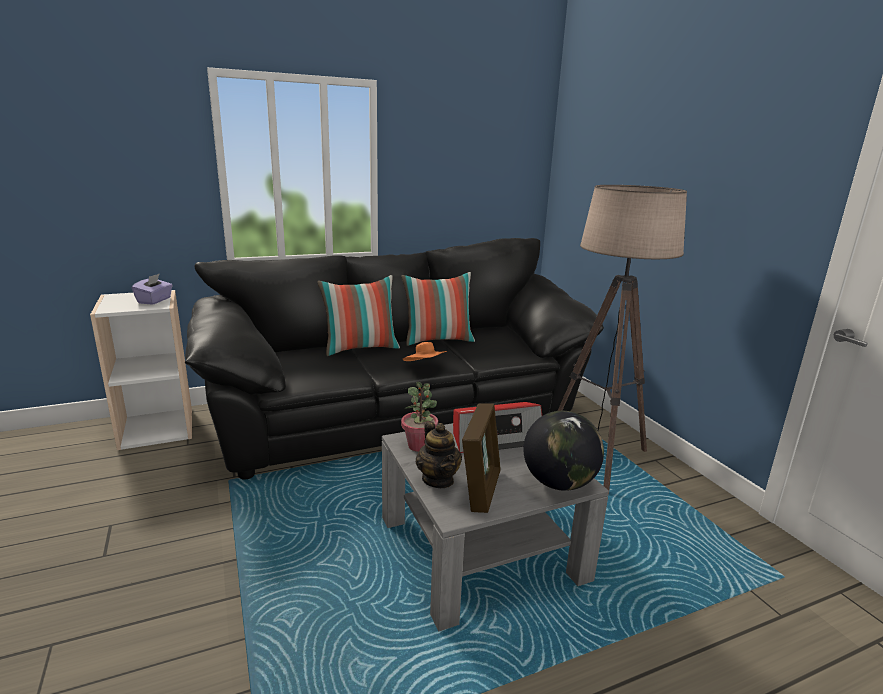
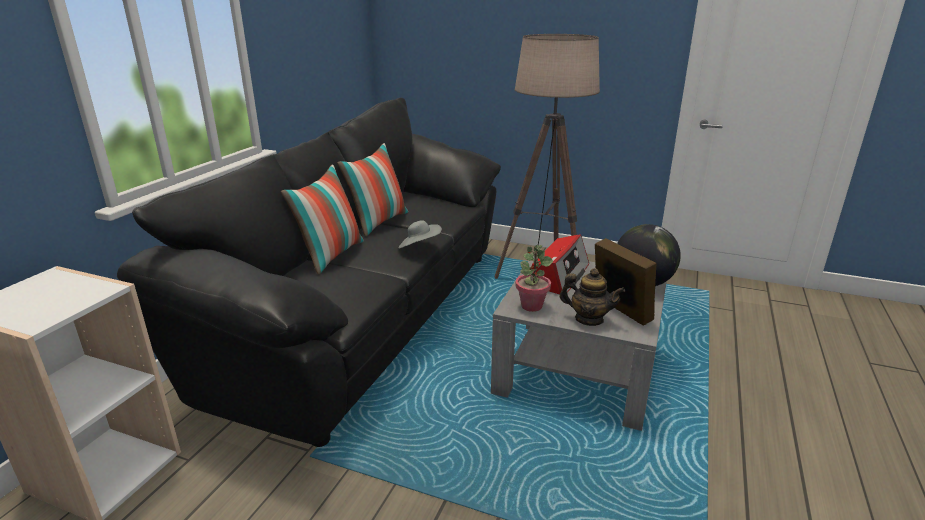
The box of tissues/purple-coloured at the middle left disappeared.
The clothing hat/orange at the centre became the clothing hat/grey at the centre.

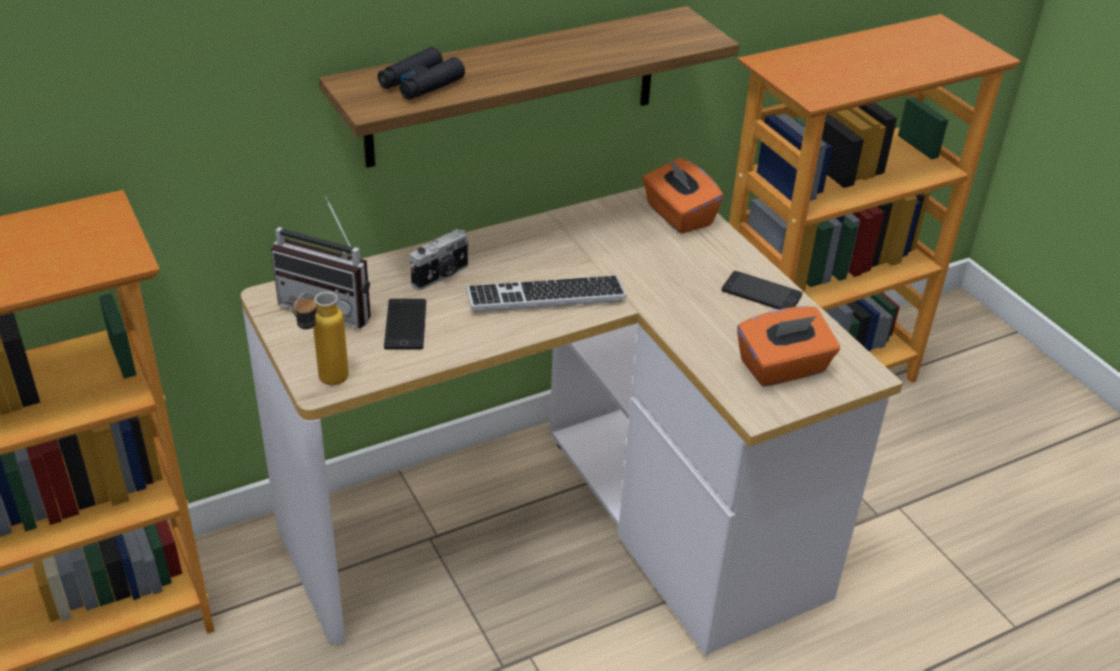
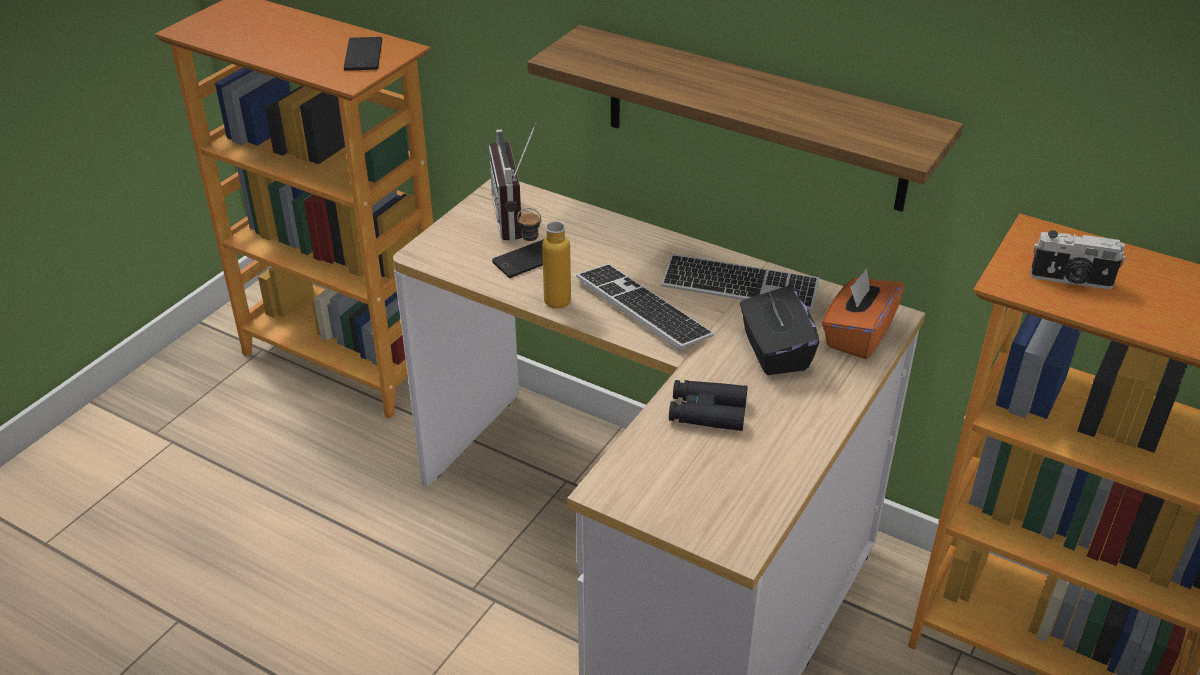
The field glasses/blackish moved from the top centre to the centre.
The photo camera moved from the centre to the middle right.
The handset (2nd from left in the first image) moved from the middle right to the top left.
The beverage bottle moved from the middle left to the centre.
The box of tissues/orange (2nd from left) at the middle right disappeared.
The PC keyboard (2nd from left) at the centre appeared.
The box of tissues/blackish at the centre appeared.

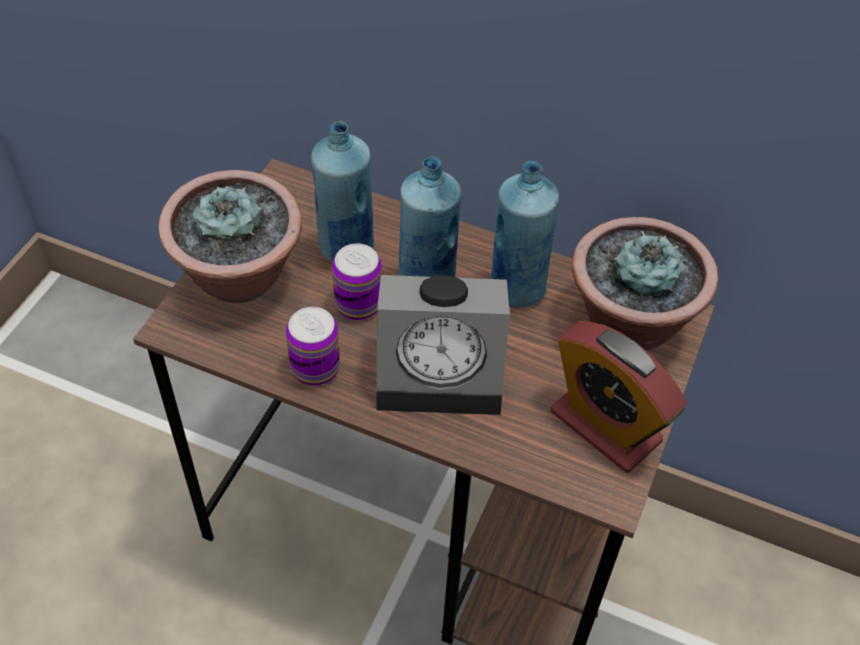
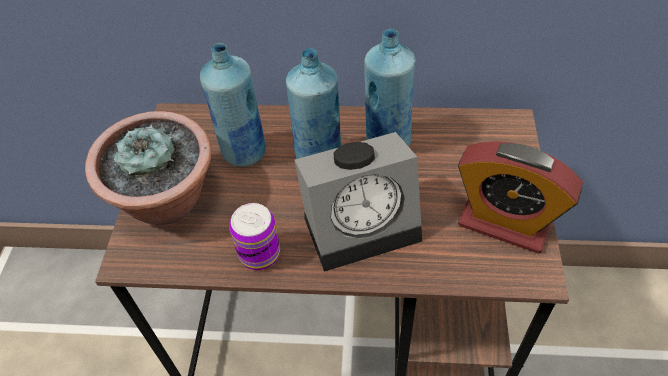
The houseplant (2nd from left) at the middle right disappeared.
The metal can (2nd from left) at the centre disappeared.

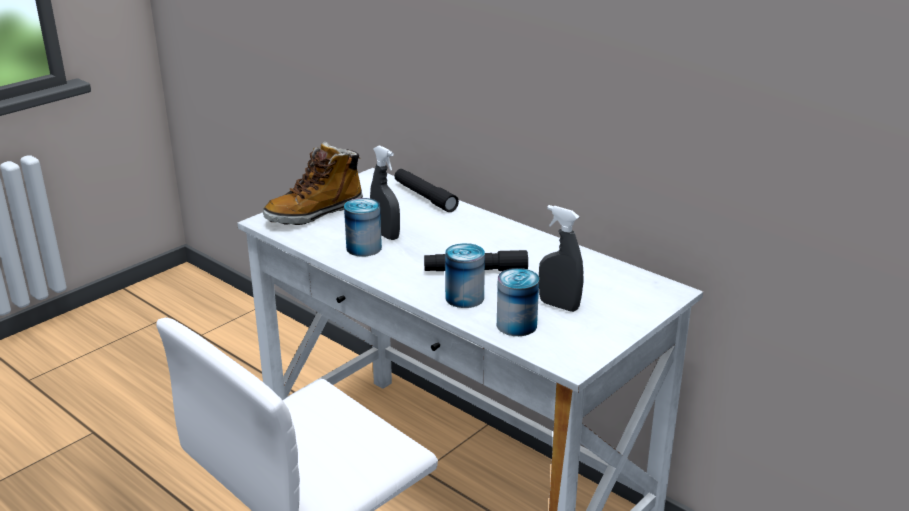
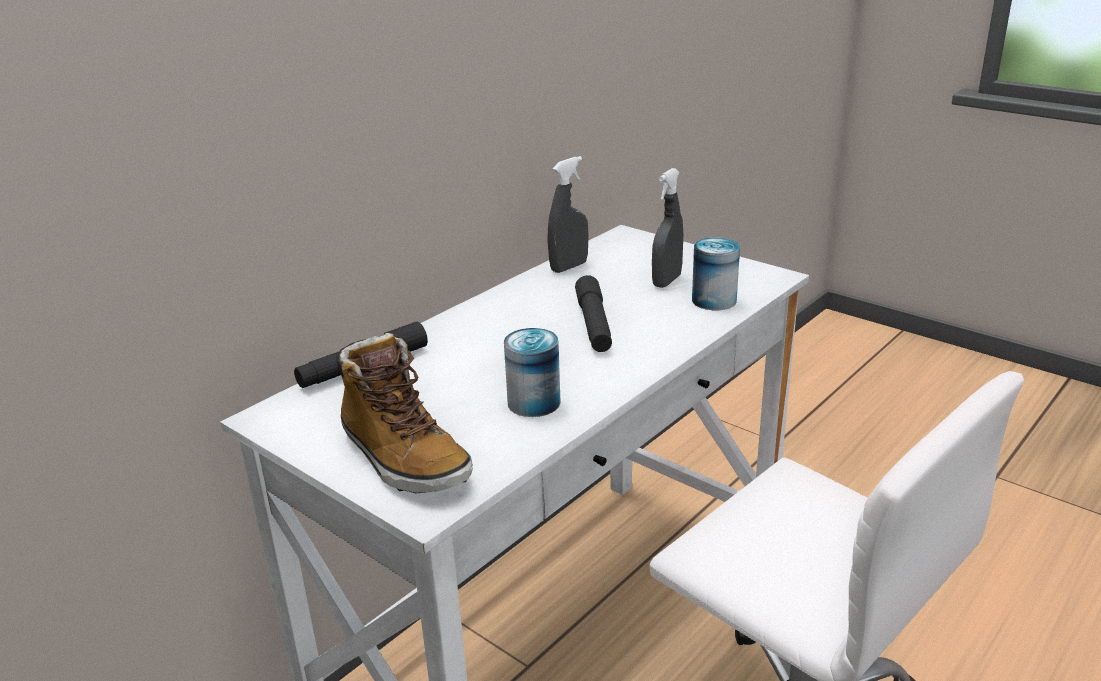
The spray bottle/grey (1st from left) moved from the centre to the top centre.
The metal can (2nd from left) at the centre disappeared.

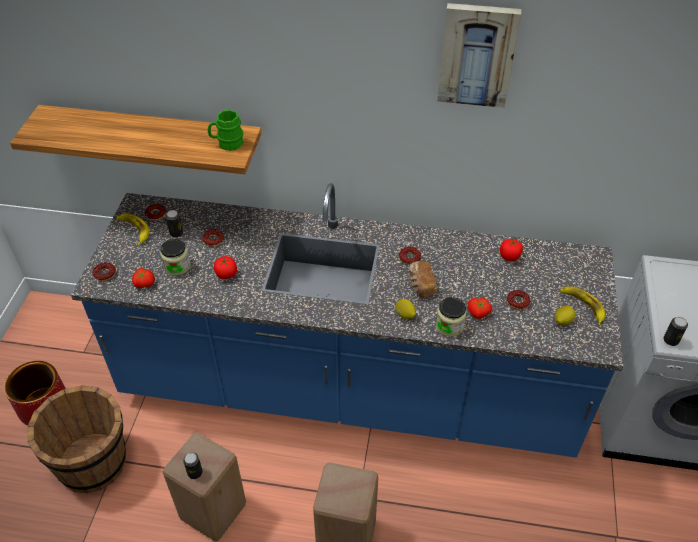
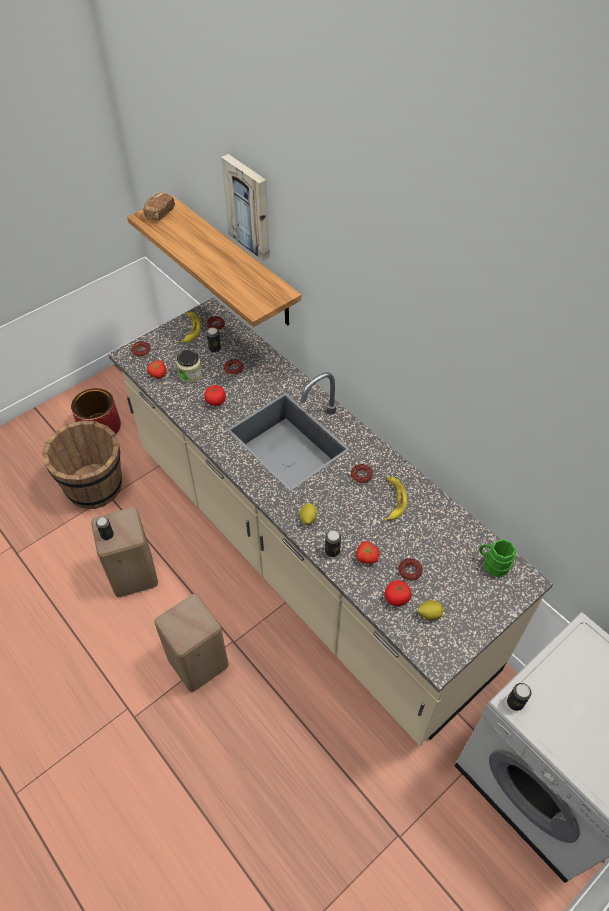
The picture moved from the top right to the top centre.
The coffee mug/green-coloured moved from the top left to the middle right.
The kitchen counter/blue-coloured at the centre became the kitchen counter/sand-coloured at the centre.
The tomato (4th from left) moved from the middle right to the centre.
The baked bread moved from the centre to the top left.
The banana fruit (2nd from left) moved from the middle right to the centre.
The preserve jar (2nd from left) at the centre was replaced by the metal can (3rd from left) at the centre.

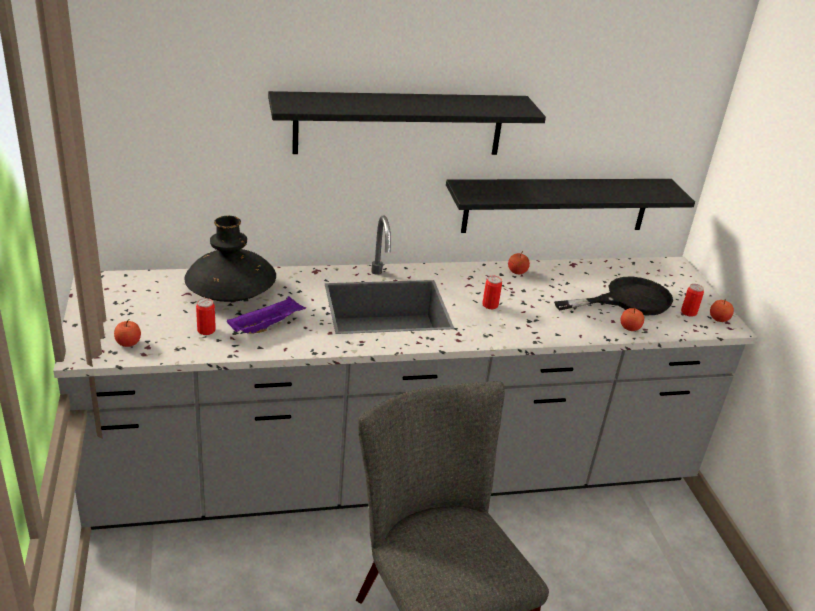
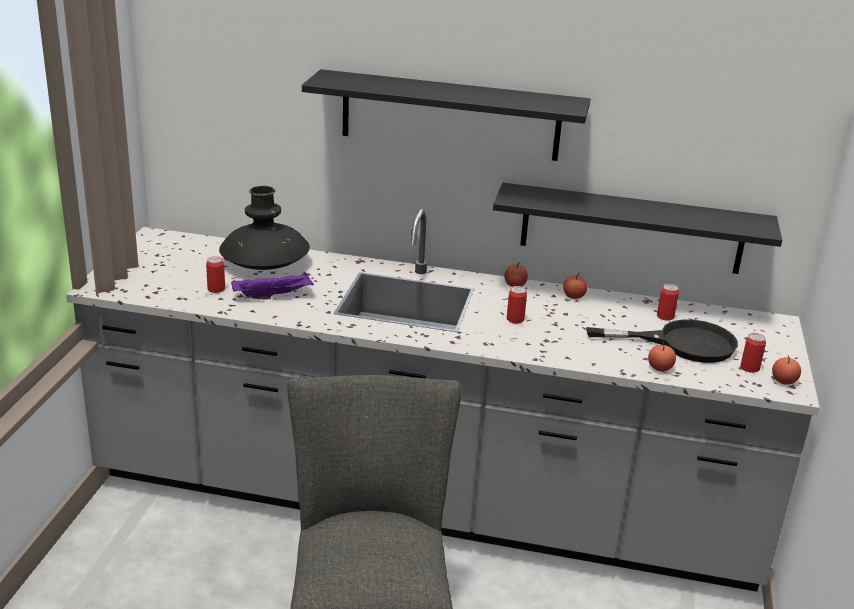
The apple fruit (1st from left) moved from the middle left to the centre.
The metal can (3rd from left) at the middle right appeared.

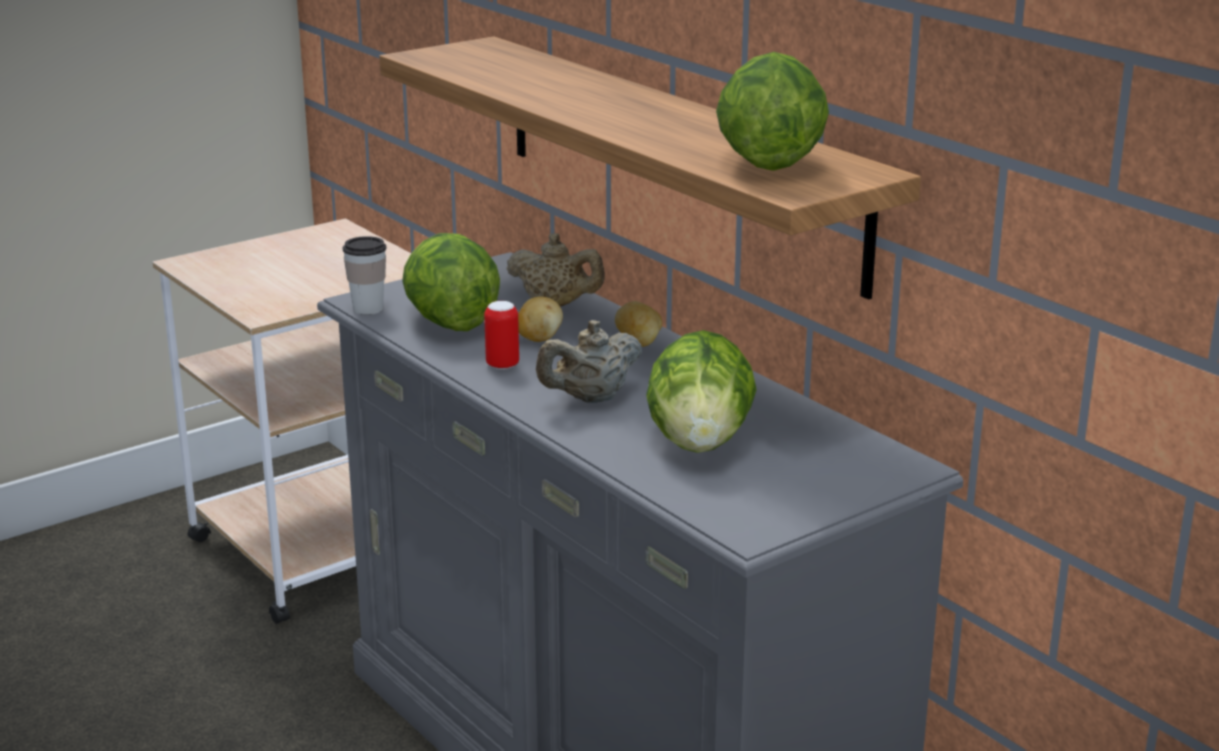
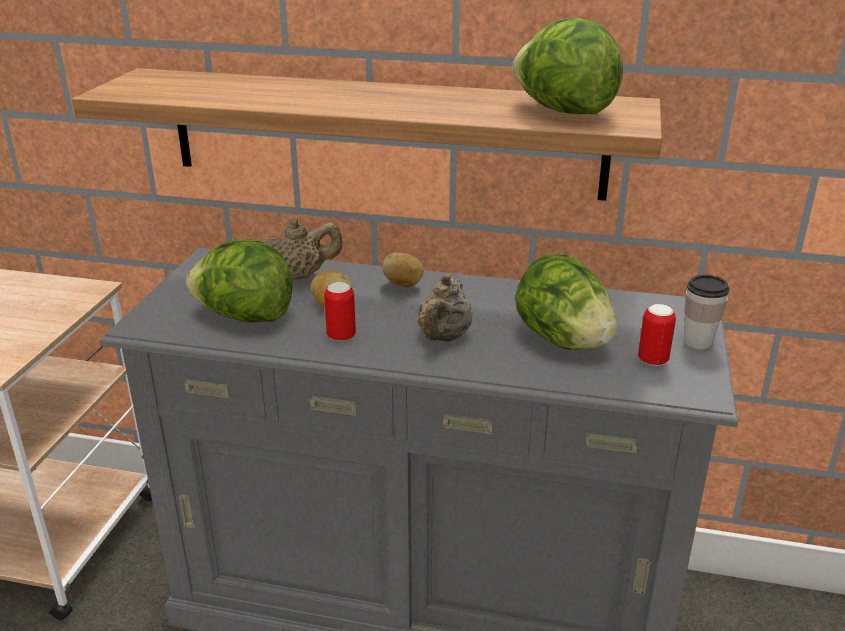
The drinking cup moved from the middle left to the middle right.
The metal can (2nd from left) at the middle right appeared.

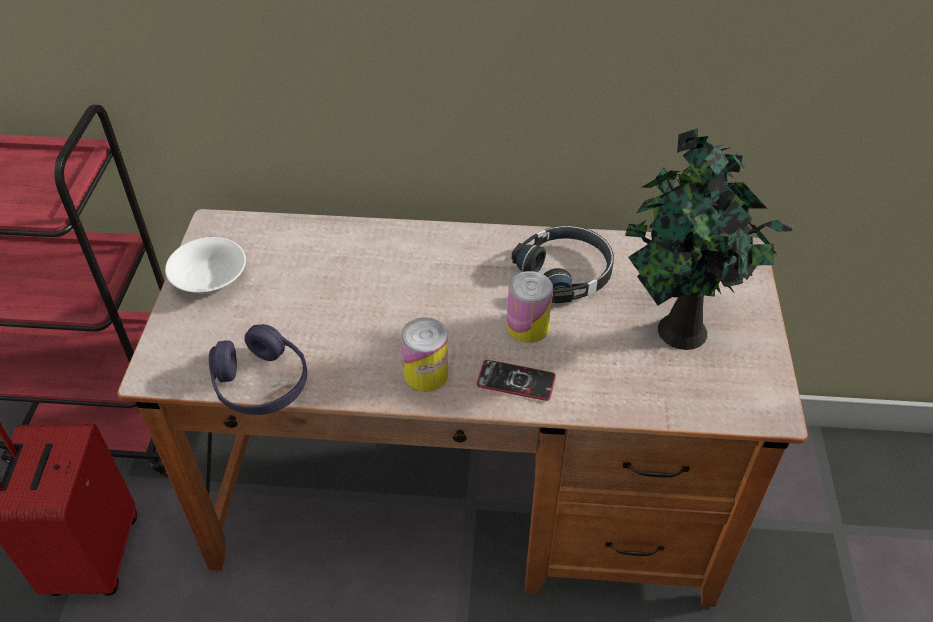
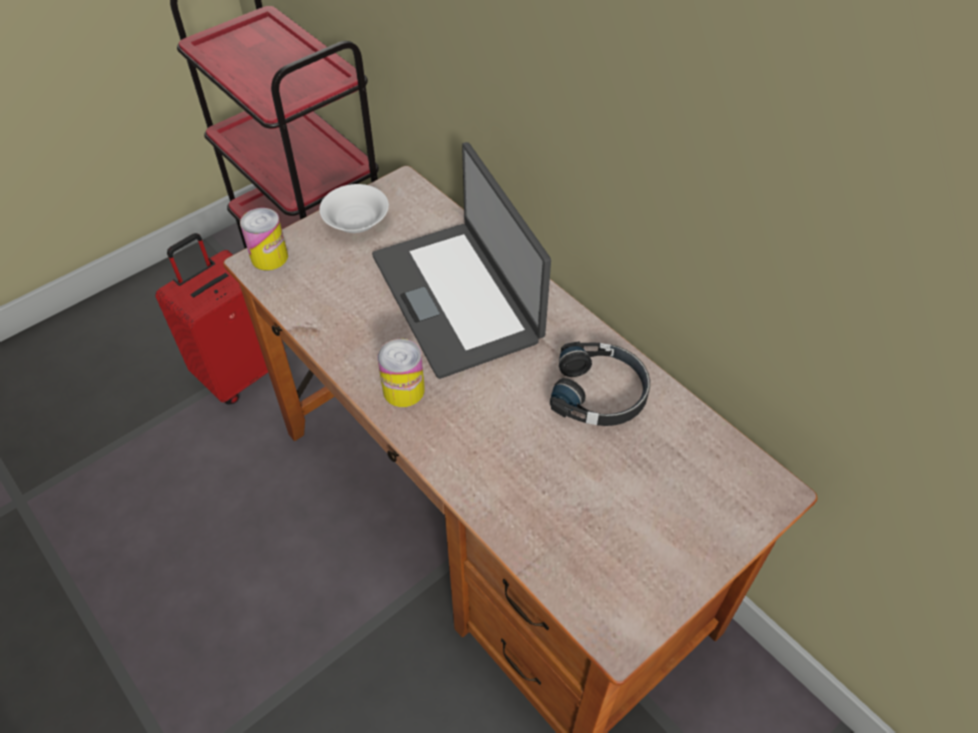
The houseplant at the middle right disappeared.
The metal can (2nd from left in the first image) moved from the centre to the top left.
The headset/purple-coloured at the middle left disappeared.
The handset at the centre disappeared.
The laptop at the centre appeared.

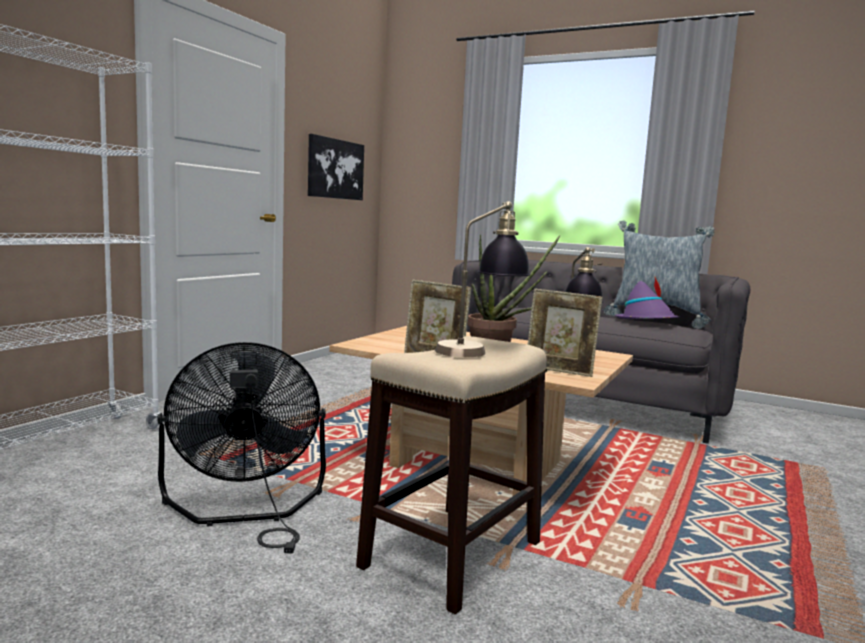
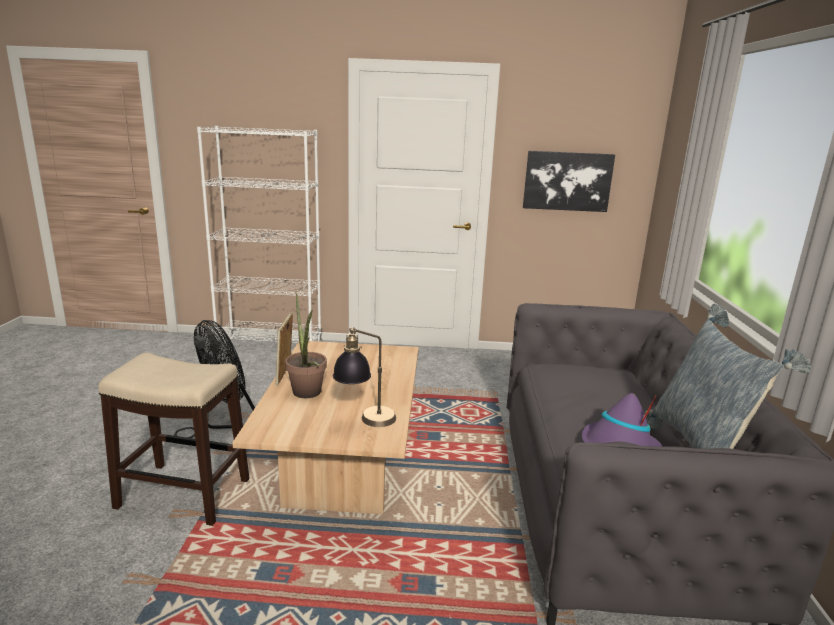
The table lamp (1st from left) at the centre disappeared.
The standing frame (2nd from left) at the centre disappeared.

